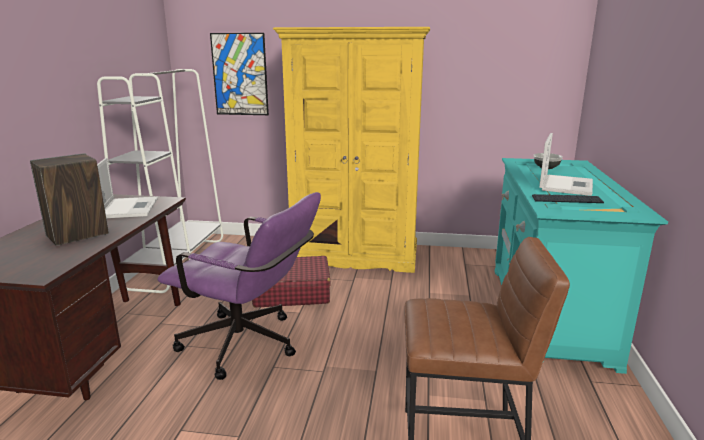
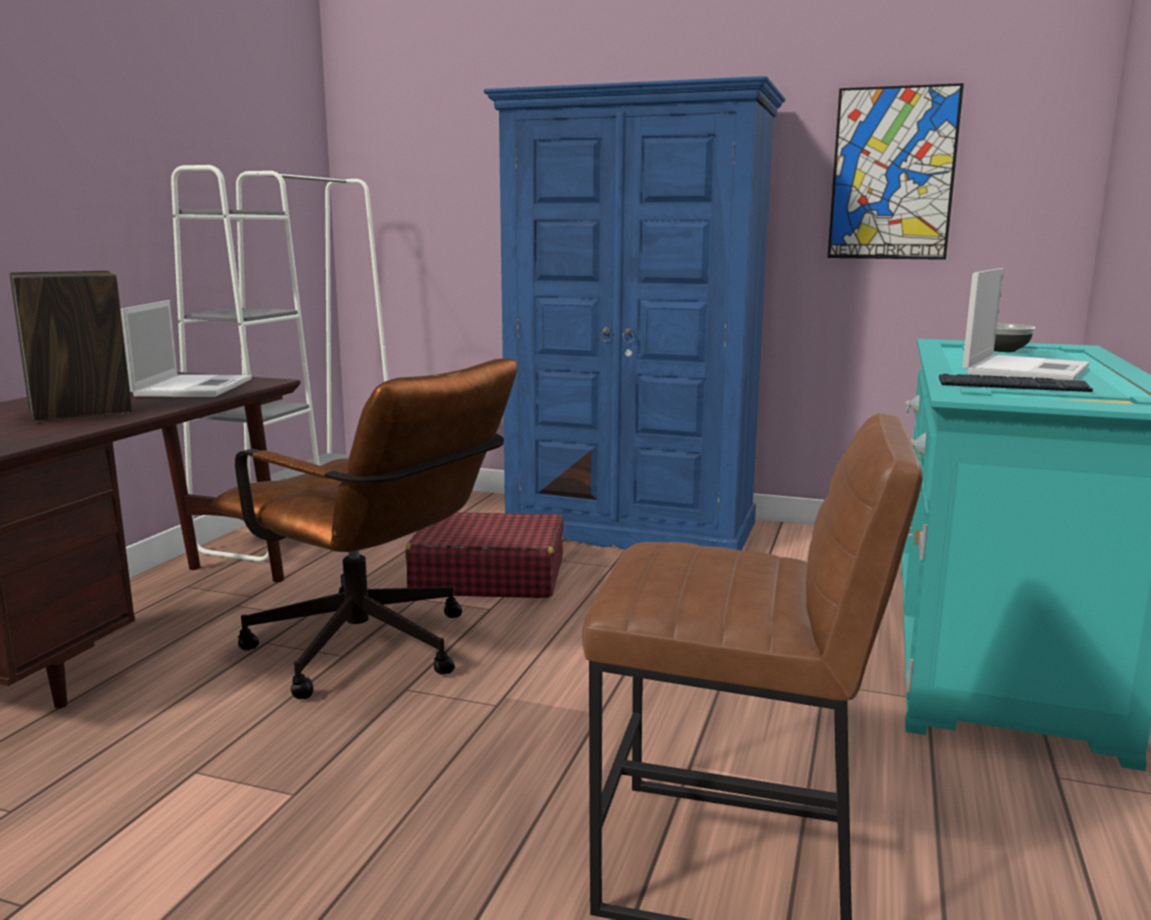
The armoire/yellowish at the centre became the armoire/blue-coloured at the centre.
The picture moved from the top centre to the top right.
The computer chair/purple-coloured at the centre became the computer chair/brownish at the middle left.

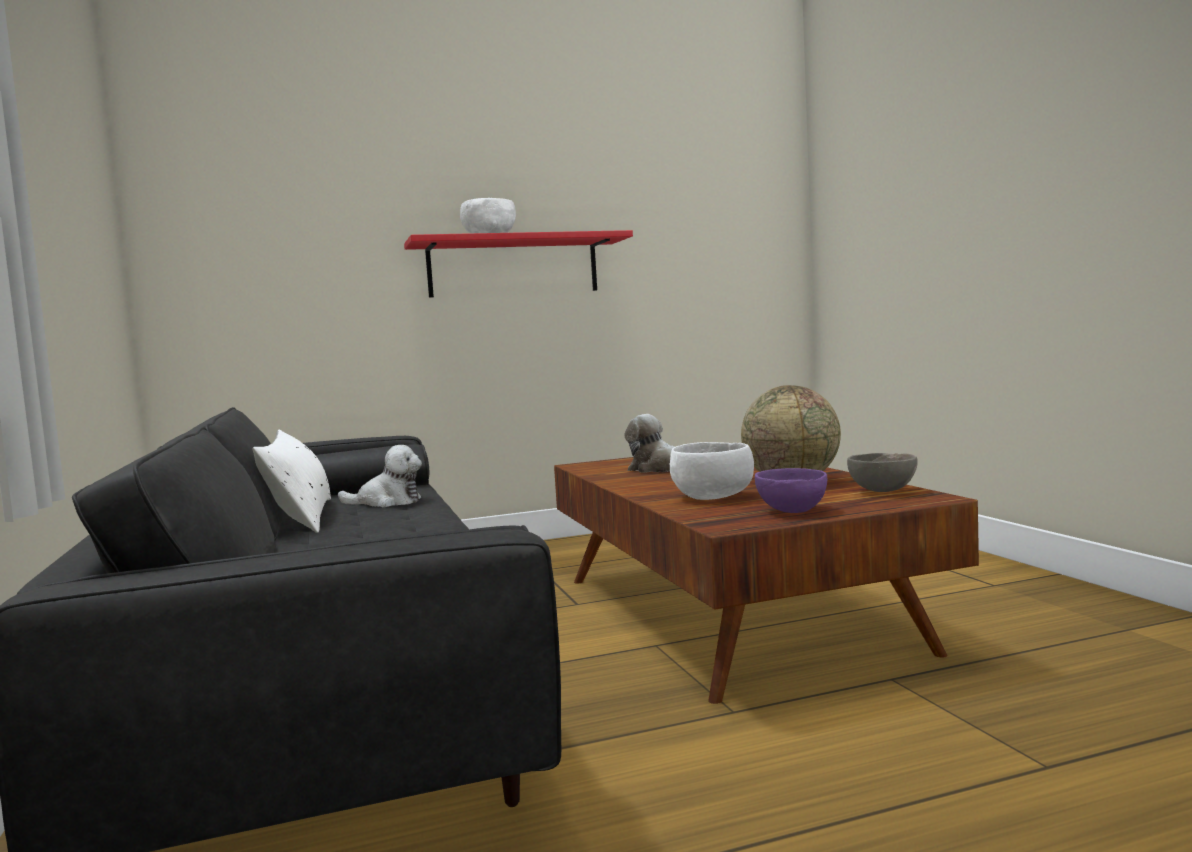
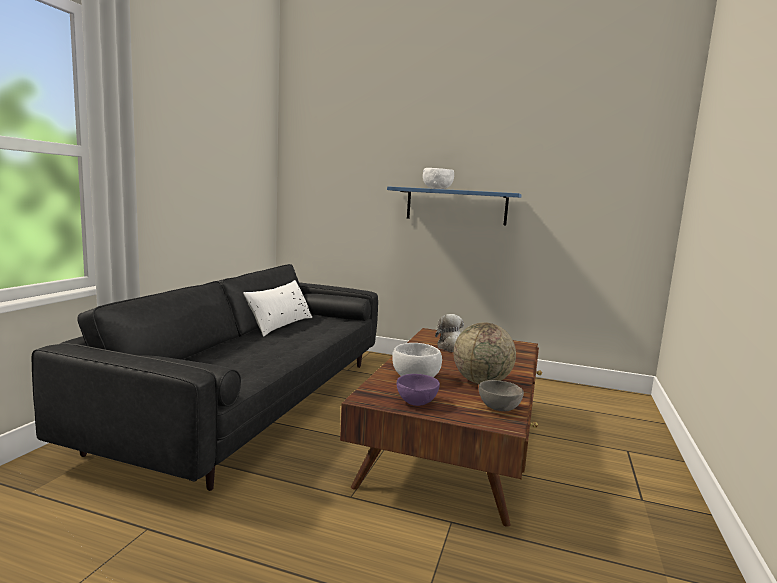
The bracket shelf/red at the top centre became the bracket shelf/blue-coloured at the centre.
The plush toy (1st from left) at the middle left disappeared.

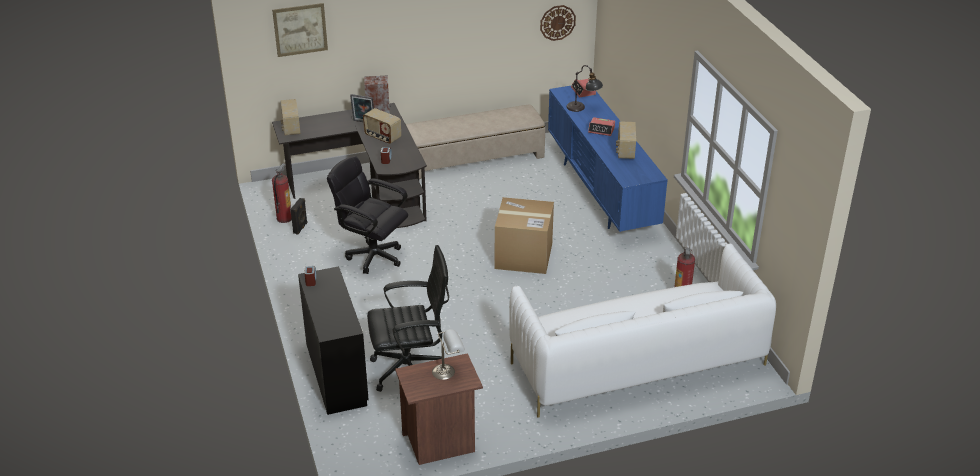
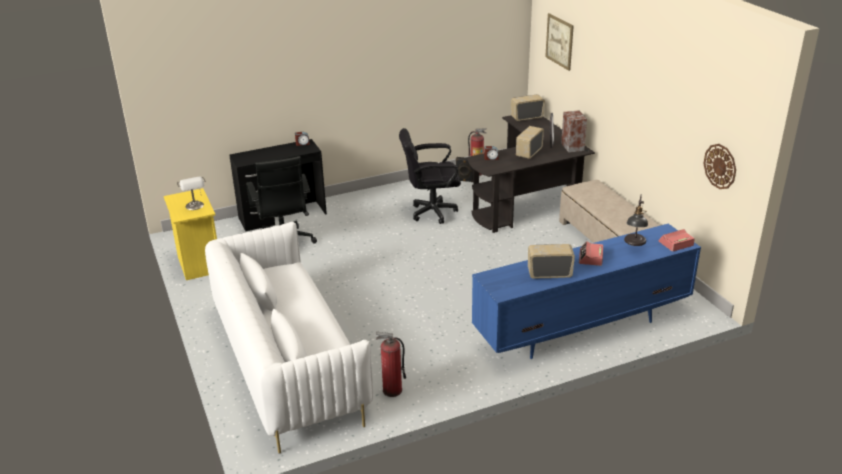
The computer chair/blackish (1st from left in the first image) at the centre turned 120 degrees counterclockwise.
The cardboard box at the centre disappeared.
The bedside table/brownish at the bottom centre became the bedside table/yellowish at the middle left.

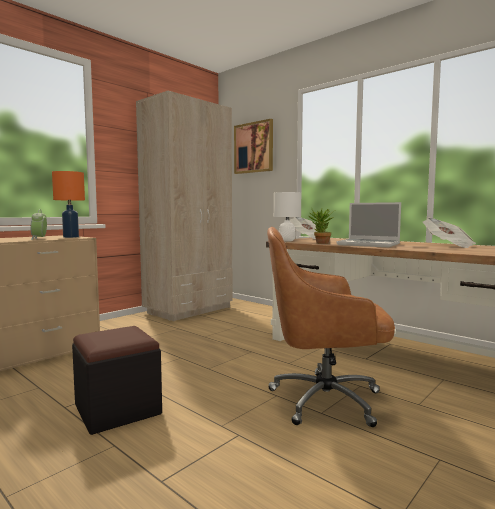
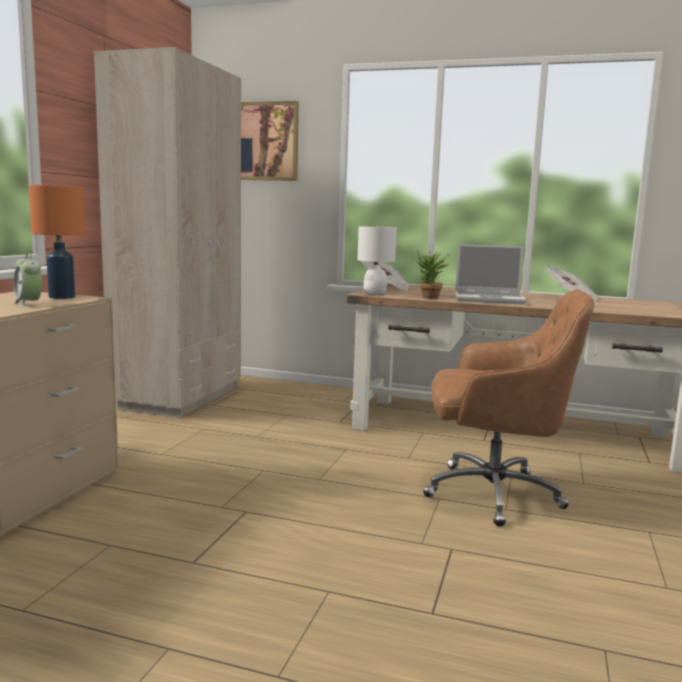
The computer chair/brownish at the middle right turned 150 degrees counterclockwise.
The pouffe/blackish at the bottom left disappeared.

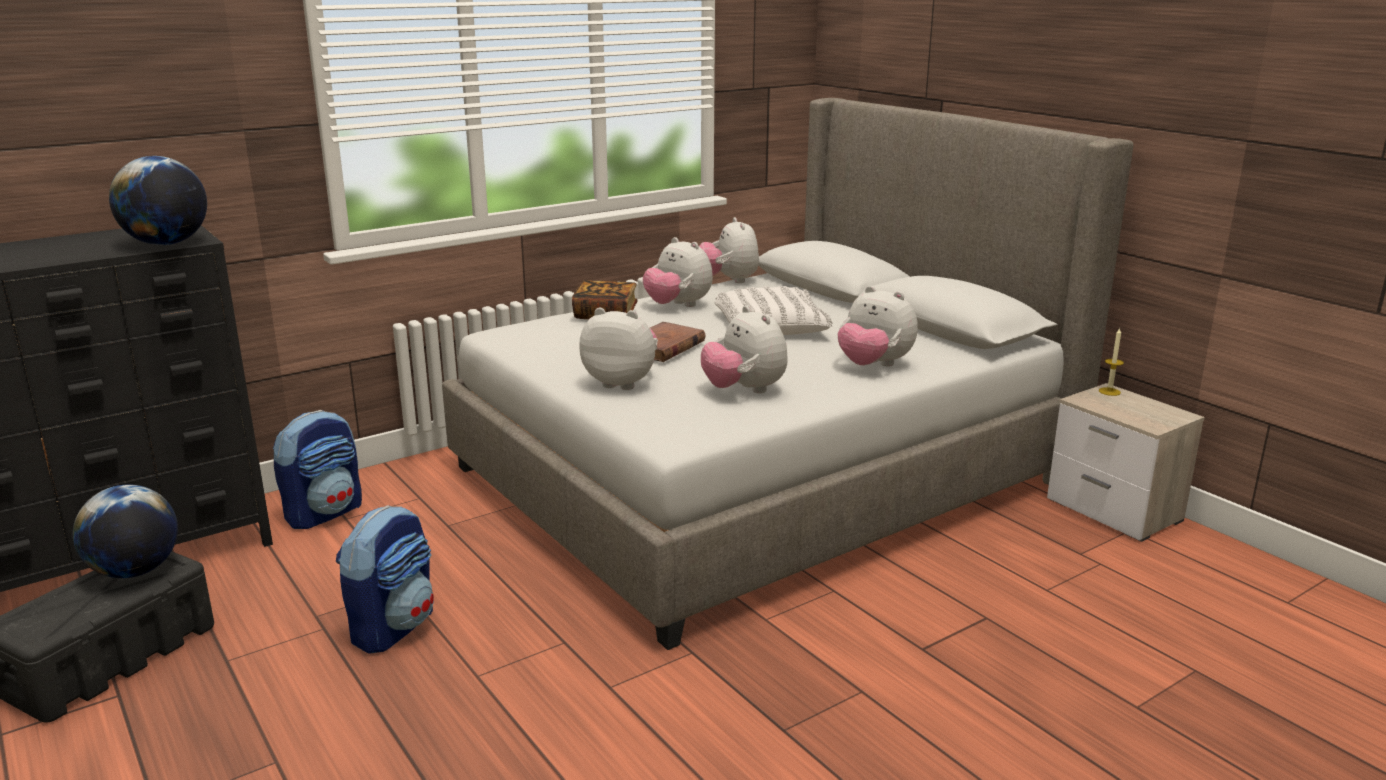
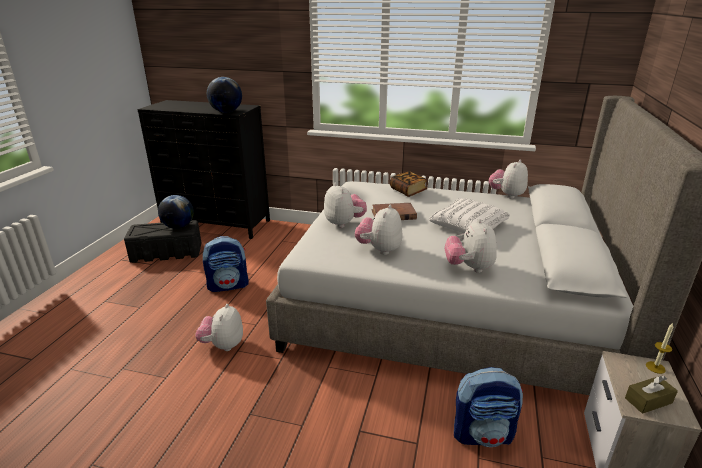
The plush toy (2nd from left in the first image) moved from the centre to the bottom left.
The backpack (1st from left in the first image) moved from the middle left to the bottom right.
The box of tissues/brownish at the bottom right appeared.

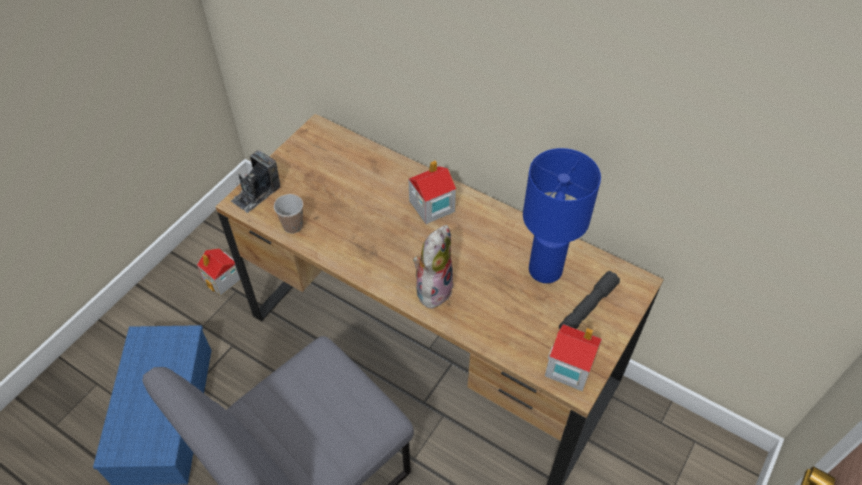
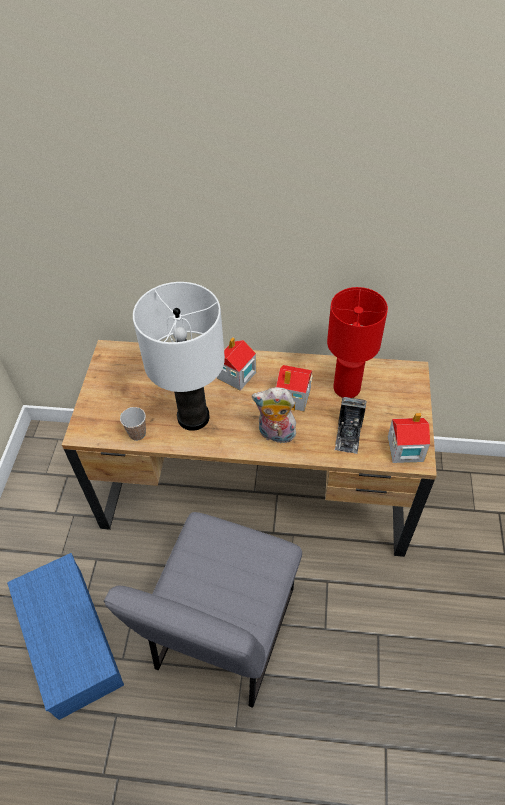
The table lamp/blue-coloured at the centre became the table lamp/red at the middle right.
The photo camera moved from the middle left to the middle right.
The plush toy at the centre turned 75 degrees counterclockwise.
The model house (1st from left in the first image) moved from the middle left to the centre.
The torch/grey at the middle right disappeared.
The table lamp/white at the centre appeared.

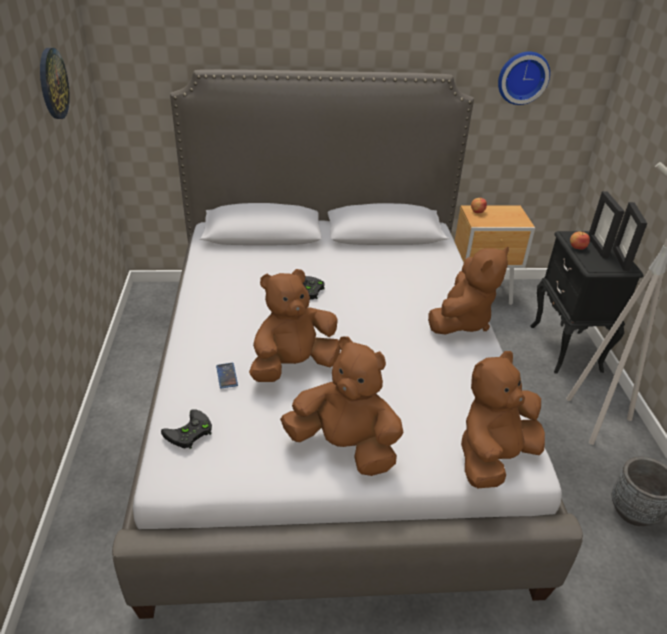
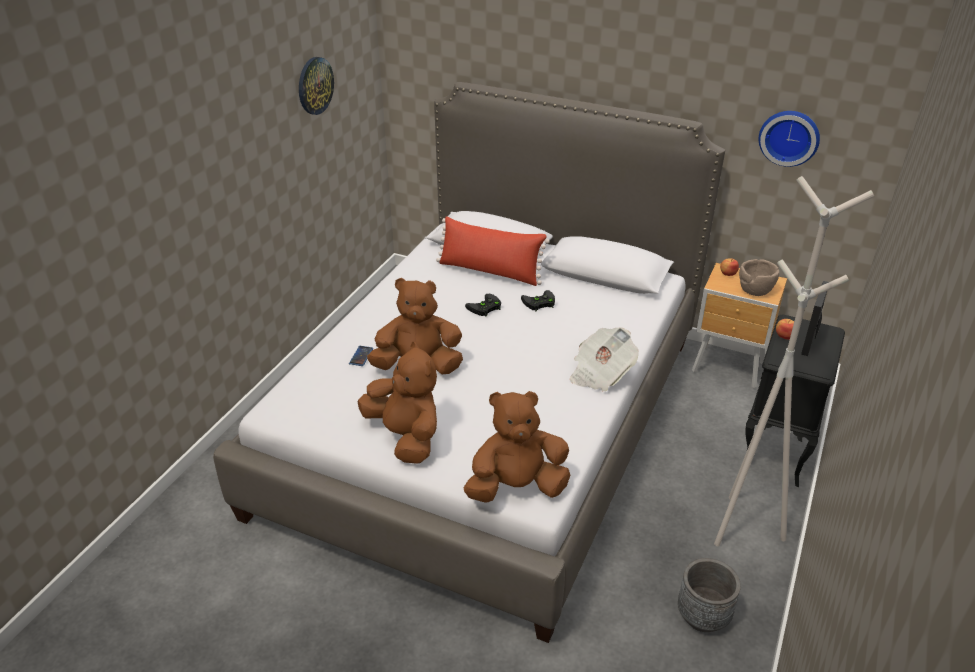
The standing frame (2nd from left) at the middle right disappeared.
The plush toy/brownish (3rd from left) at the middle right was replaced by the newspaper at the centre.
The game controller/blackish (1st from left in the first image) moved from the bottom left to the centre.
The cushion/red at the centre appeared.
The serving bowl/brownish at the middle right appeared.

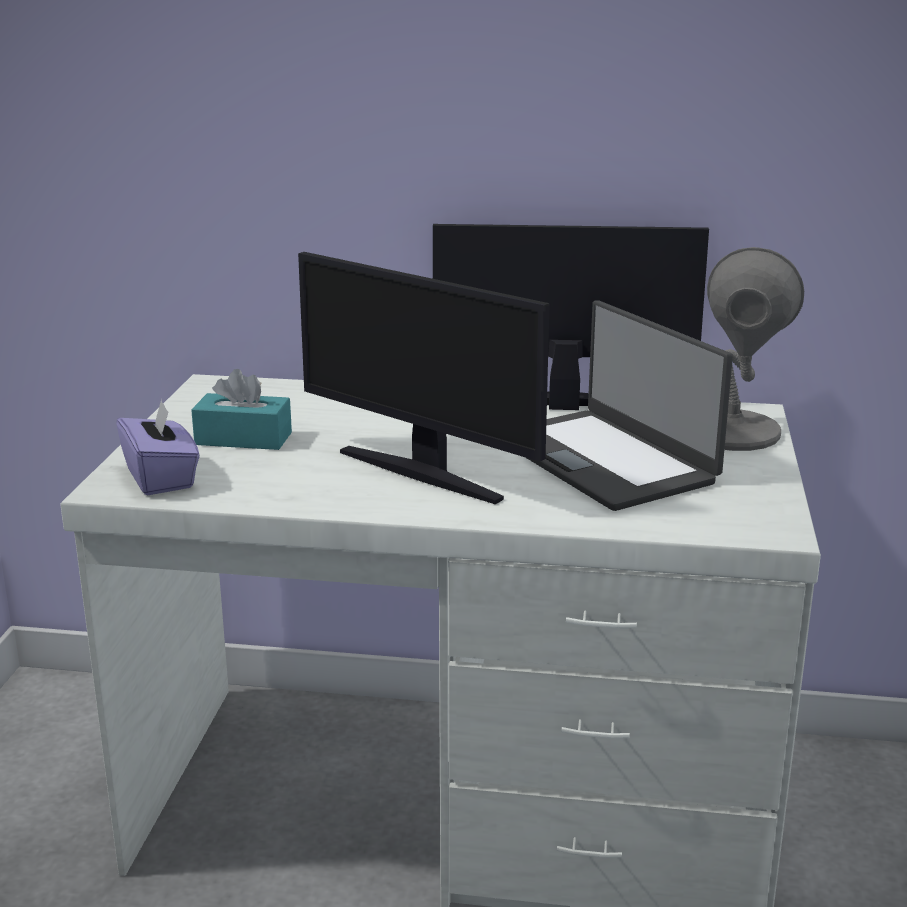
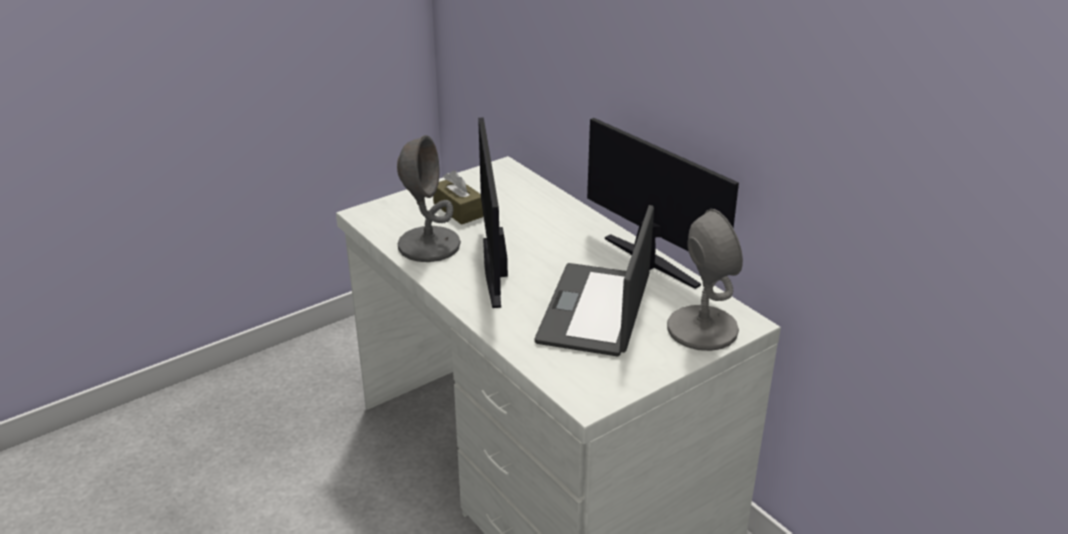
The box of tissues/turquoise at the middle left became the box of tissues/brownish at the centre.
The box of tissues/purple-coloured at the middle left disappeared.
The table lamp/grey (1st from left) at the centre appeared.

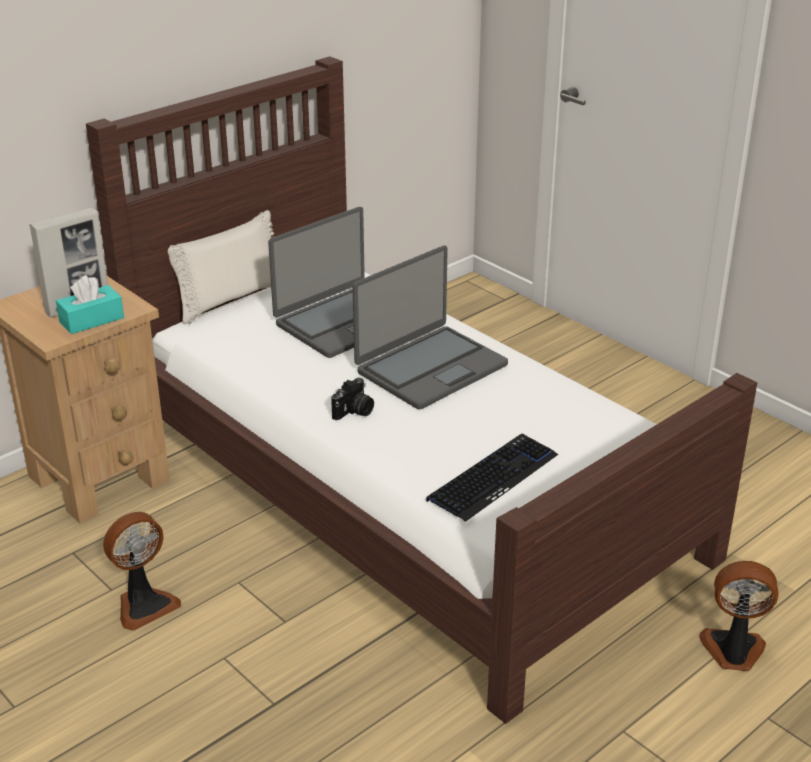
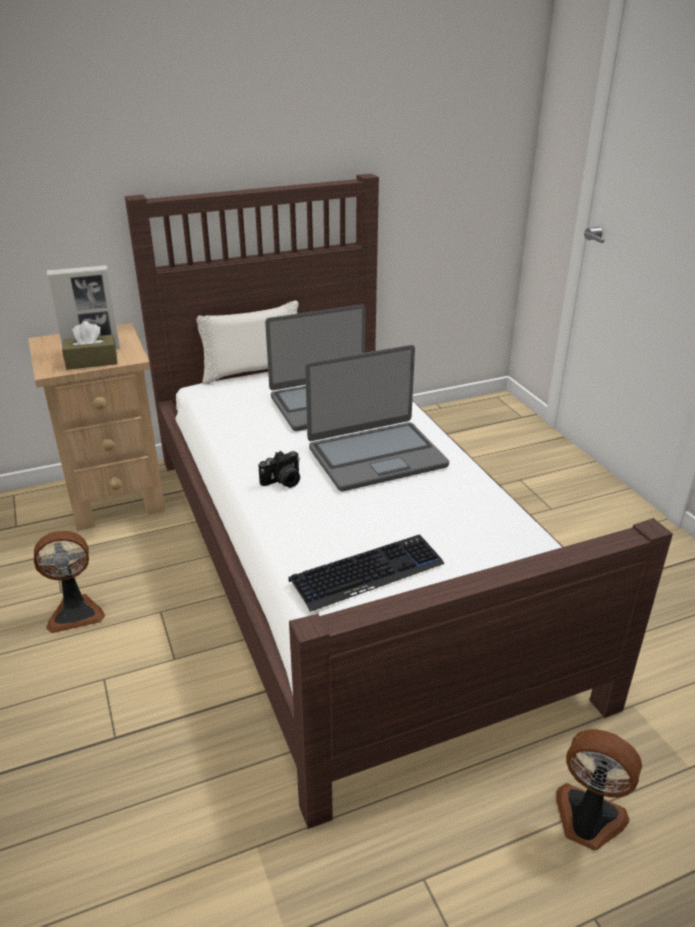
The box of tissues/turquoise at the middle left became the box of tissues/brownish at the middle left.

